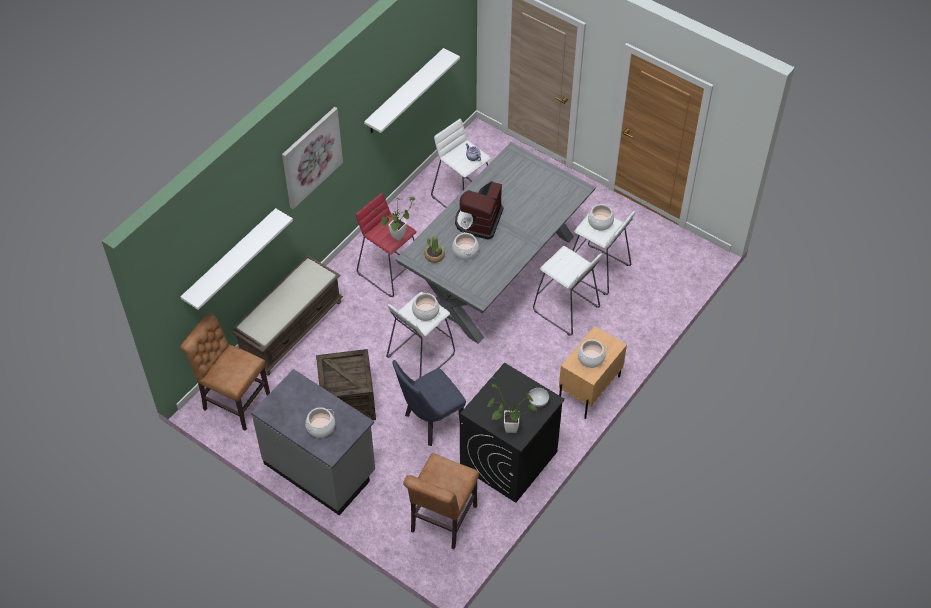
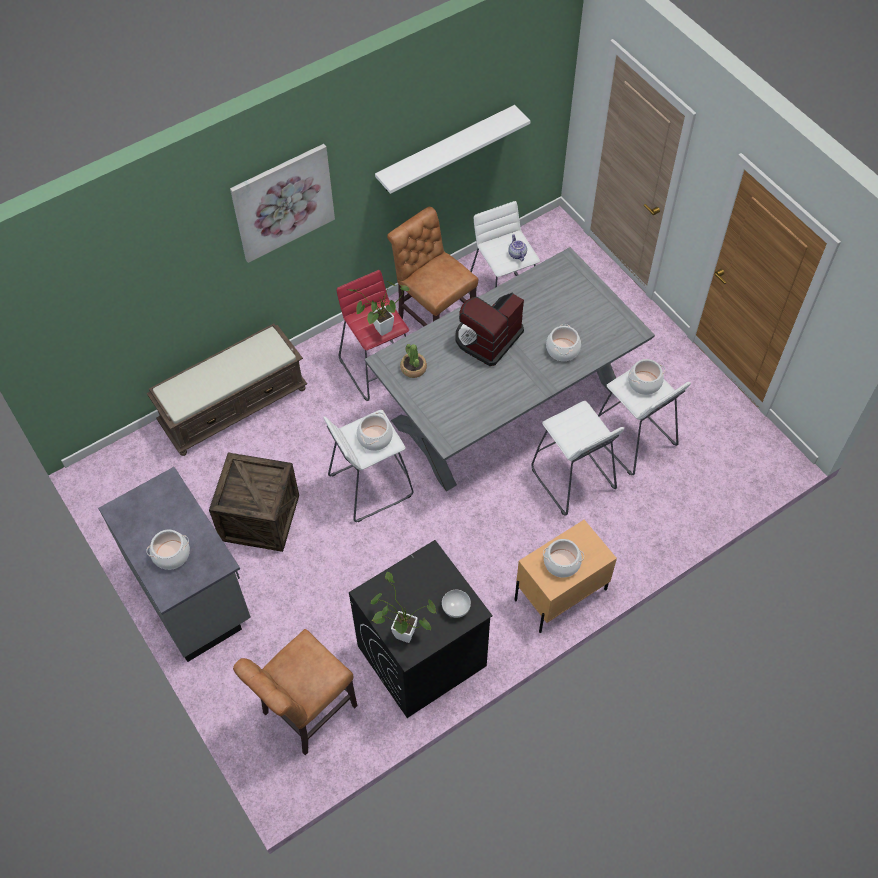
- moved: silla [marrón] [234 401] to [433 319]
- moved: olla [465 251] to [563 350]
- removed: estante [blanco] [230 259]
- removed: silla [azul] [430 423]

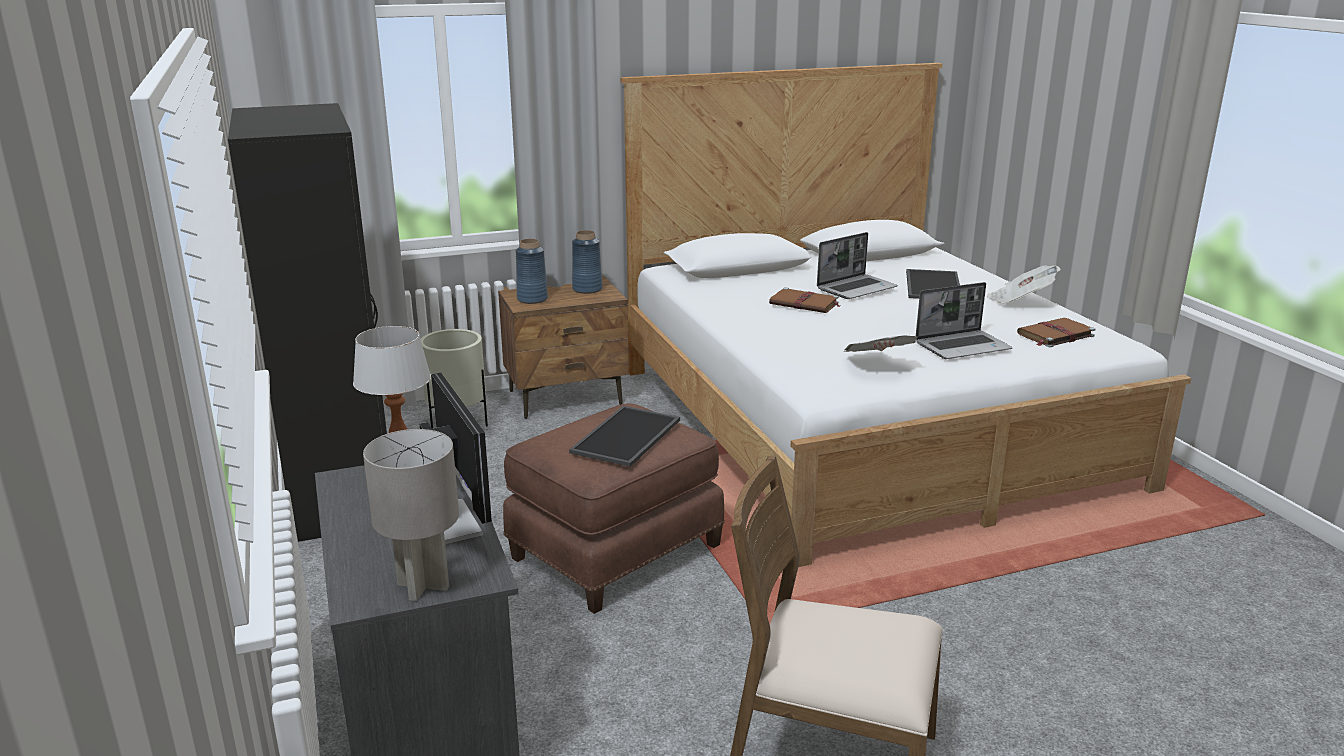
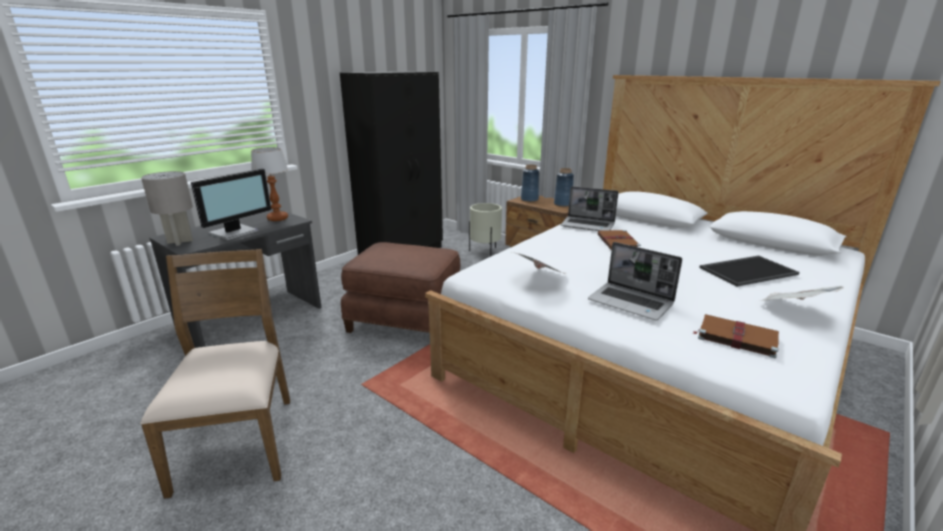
- moved: portátil [856 288] to [588 225]
- removed: bandeja [627 437]

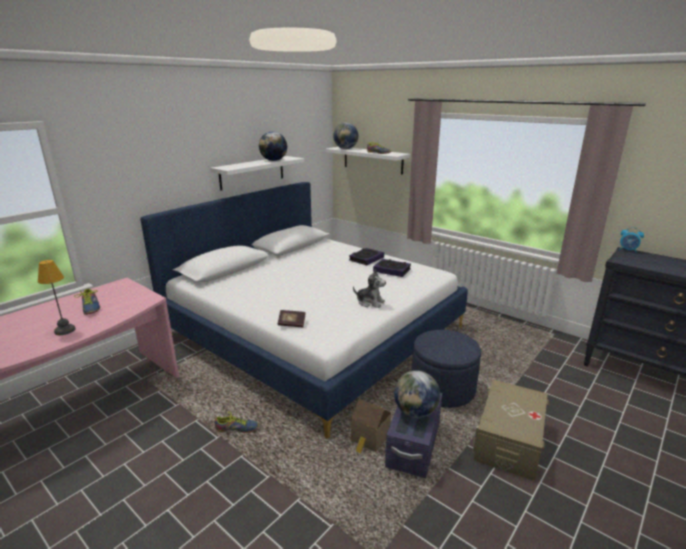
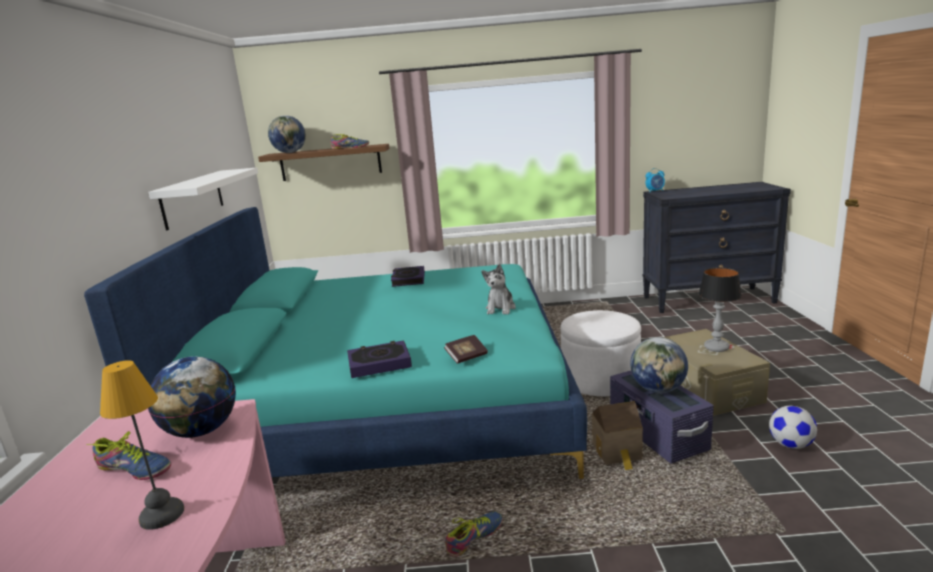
- recoloured: cama [blanco] [314 331] to cama [turquesa] [389 398]
- moved: globo terráqueo [273 160] to [201 431]
- recoloured: estante [blanco] [372 160] to estante [marrón] [330 162]
- moved: libro [392 270] to [379 363]
- turned: peluche [370 302] = [500 308] 120 degrees clockwise
- recoloured: puf [azul] [442 389] to puf [blanco] [600 380]
- added: lámpara de mesa [716 348]
- added: balón de fútbol [791 445]

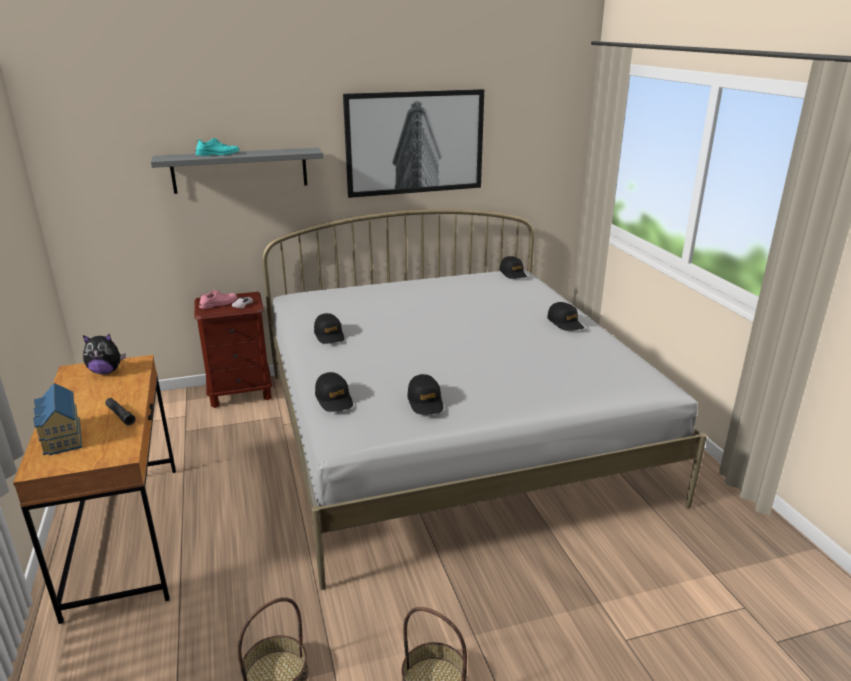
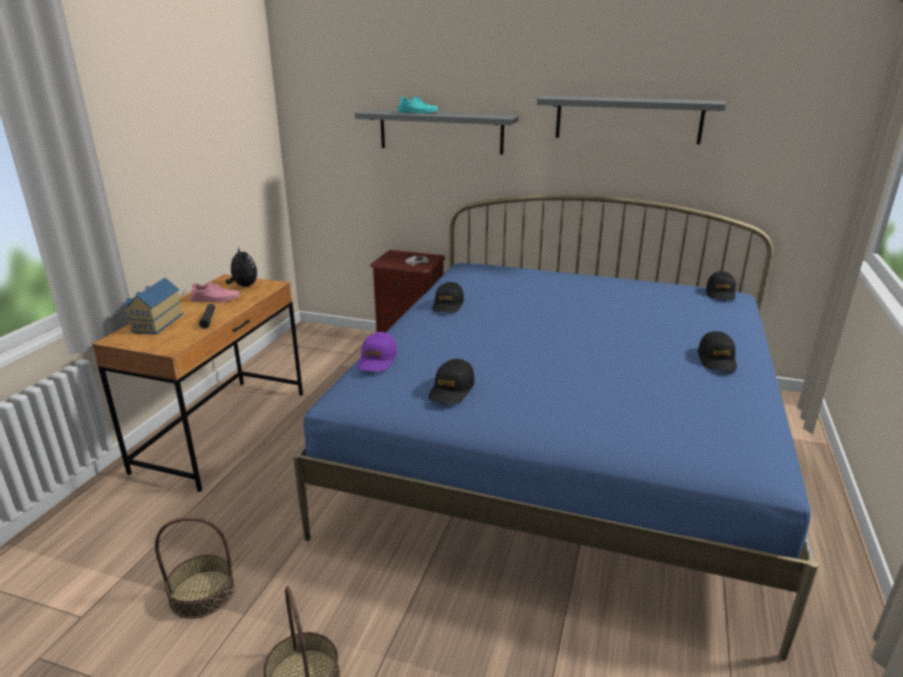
- moved: zapato [rosa] [219 303] to [215 299]
- turned: peluche [106 371] = [244 286] 150 degrees counterclockwise
- recoloured: cama [blanco] [451 432] to cama [azul] [562 449]
- recoloured: gorra [negro] [334 399] to gorra [morado] [377 360]
- replaced: cuadro [415 142] to estante [gris] [628 119]

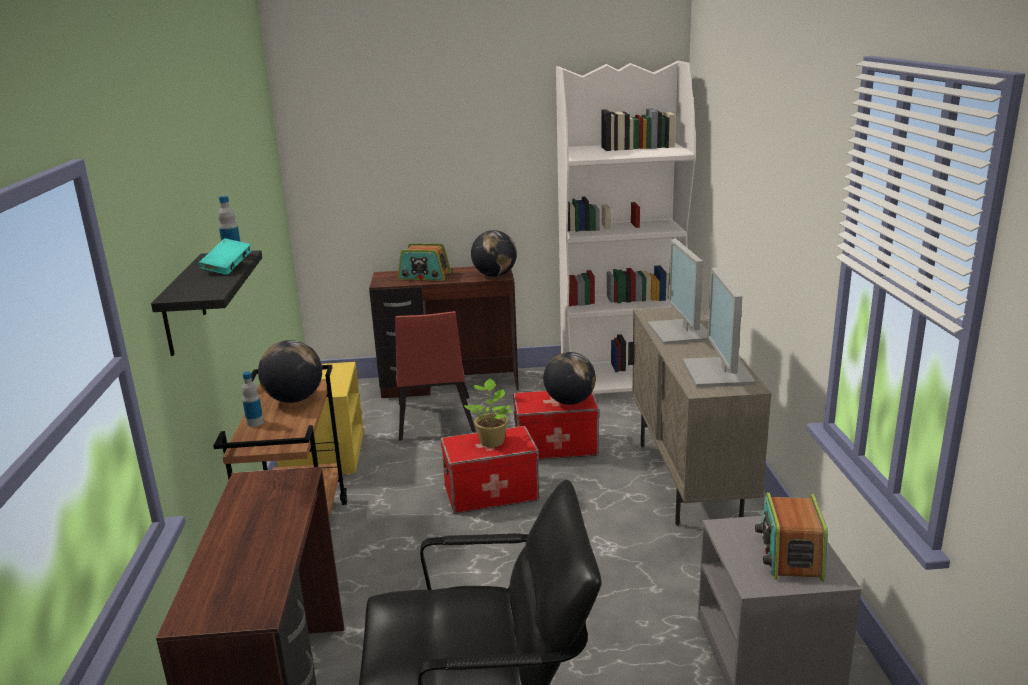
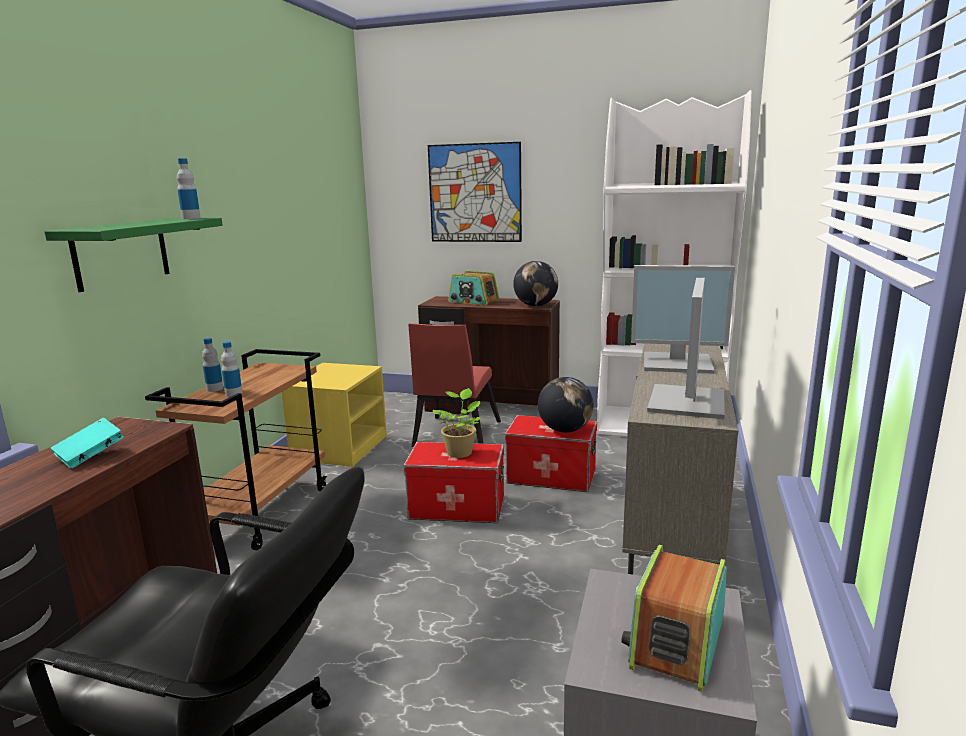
- recoloured: estante [negro] [183 305] to estante [verde] [121 253]
- moved: libro [turquesa] [227 268] to [90 456]
- added: botella [233 394]
- added: cuadro [475 193]
- turned: monitor [681 332] = [678 363] 90 degrees counterclockwise
- removed: globo terráqueo [294 399]

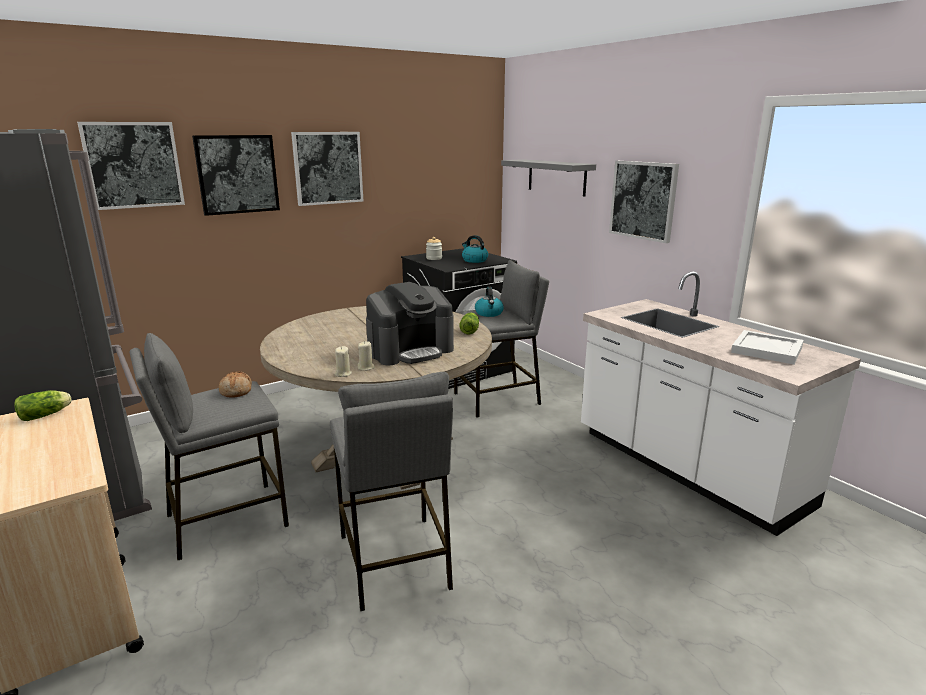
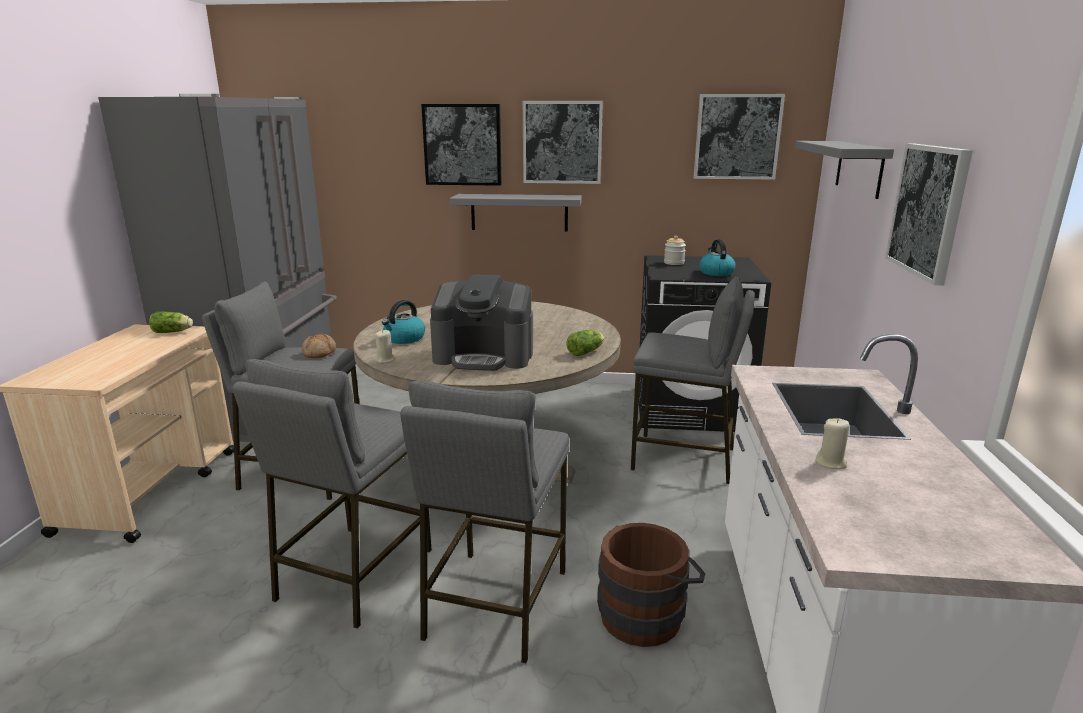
- moved: hervidor [489 313] to [404 339]
- added: taburete [gris] [495 603]
- added: estante [gris] [519 212]
- added: cubo [marrón] [647 613]
- moved: cuadro [133 165] to [737 137]
- moved: vela [beis] [366 368] to [831 463]
- removed: bandeja [blanco] [765 350]

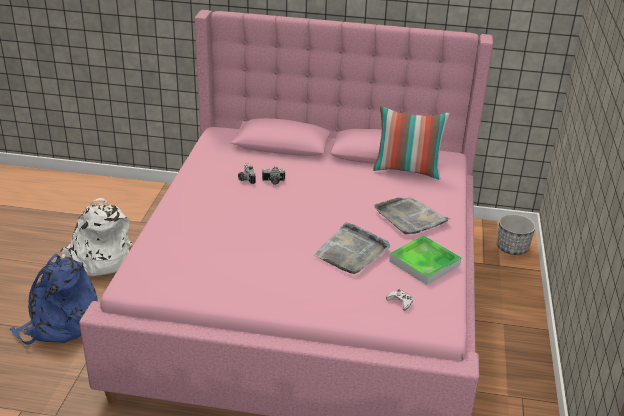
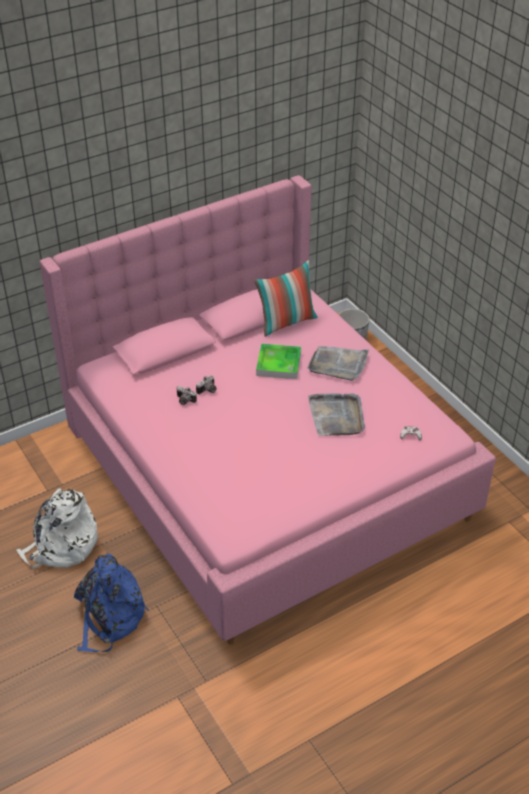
- moved: bandeja [424 263] to [278 364]

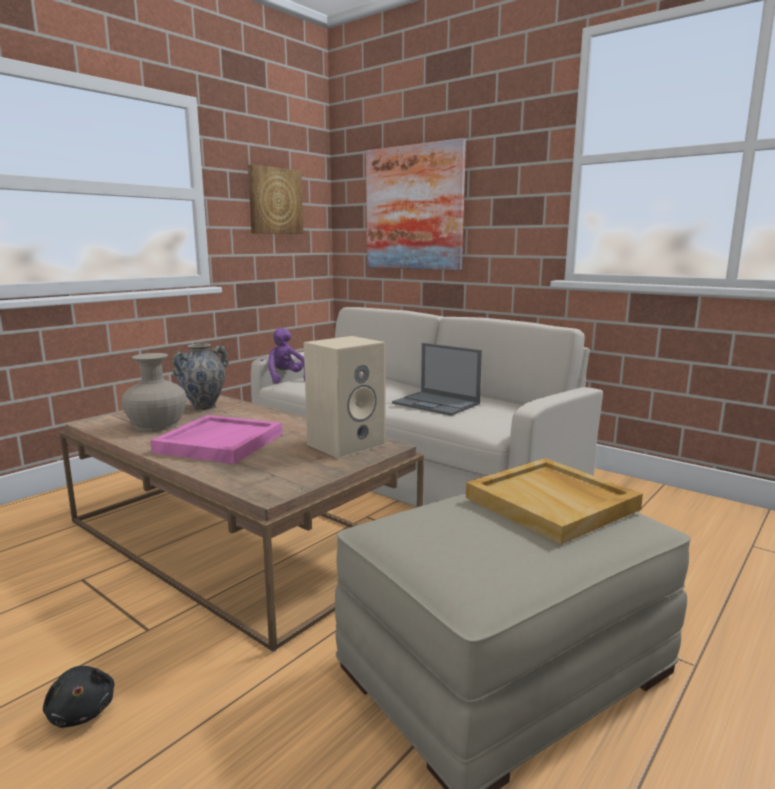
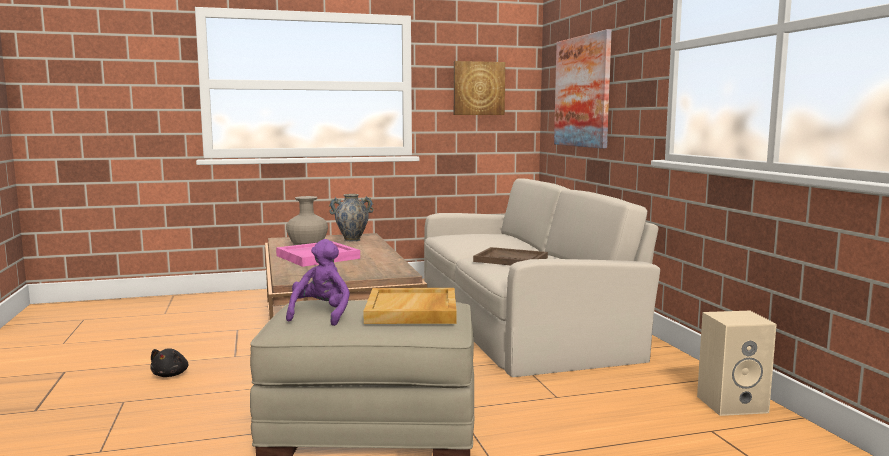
- moved: peluche [morado] [284 379] to [321 315]
- replaced: portátil [437 404] to bandeja [marrón] [511 259]
- moved: altavoz [beis] [346 444] to [732 404]

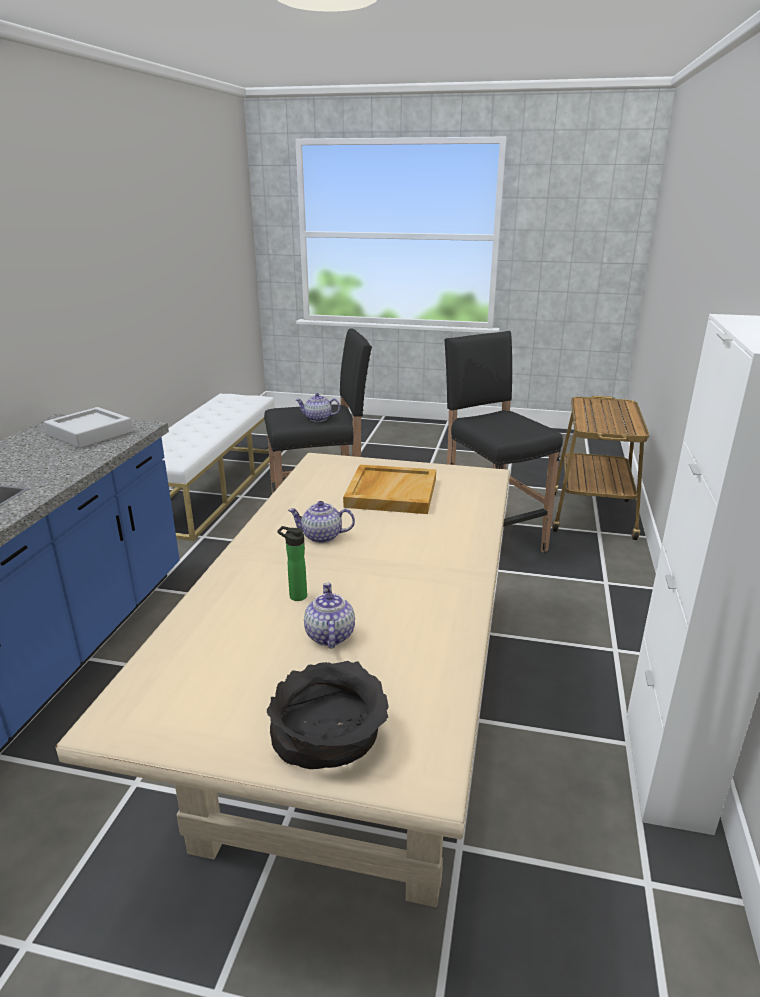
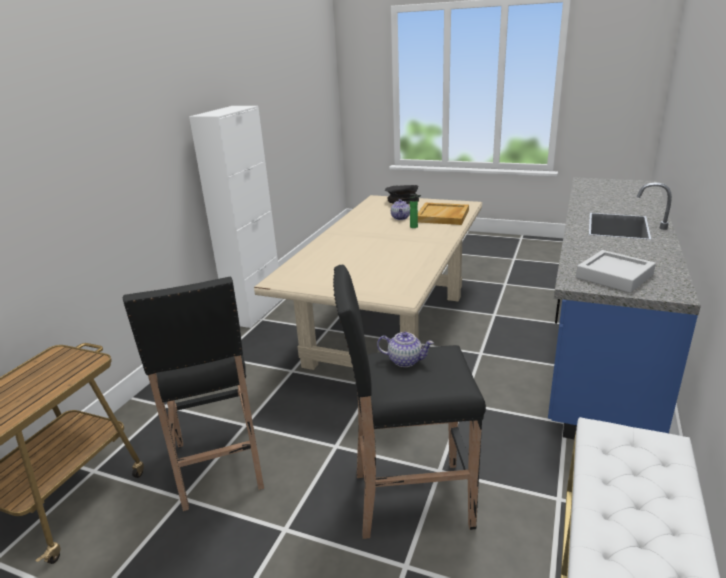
- moved: bandeja [beis] [391 492] to [443 216]
- removed: tetera [321 537]

